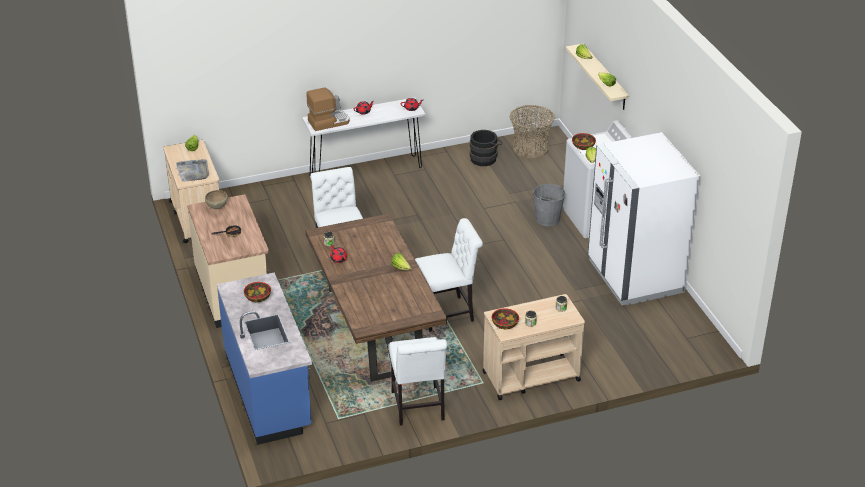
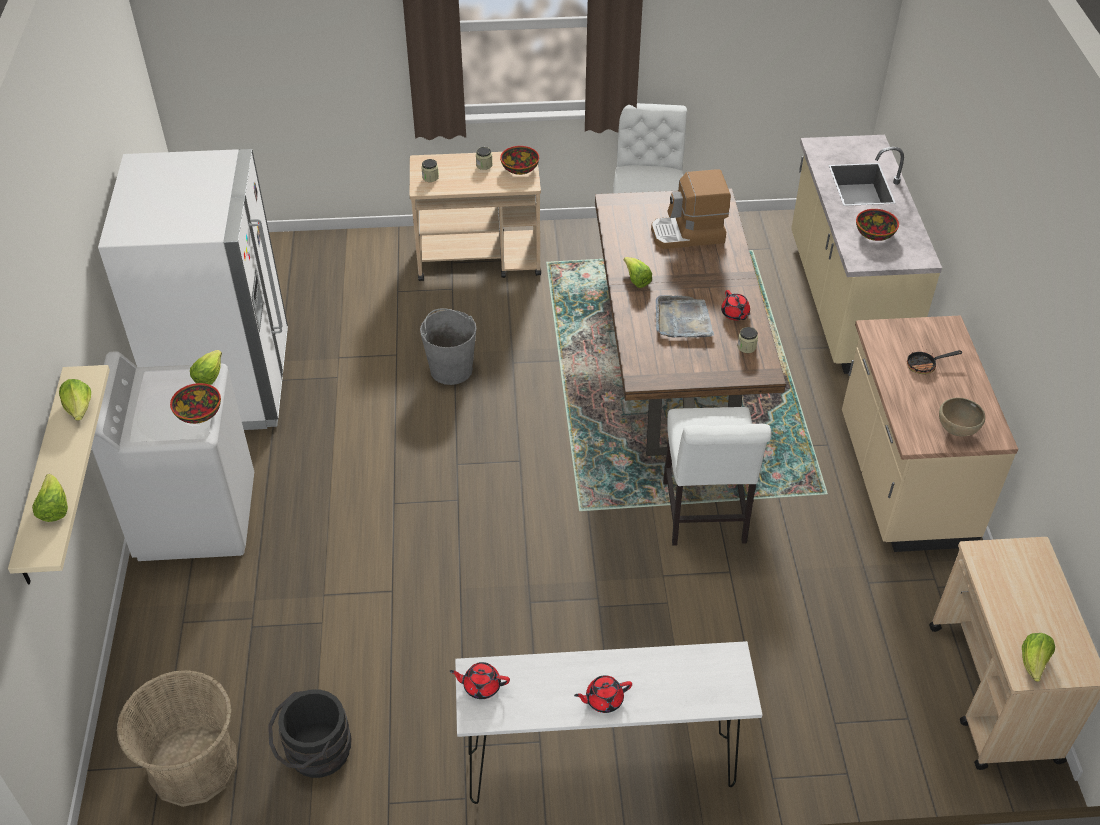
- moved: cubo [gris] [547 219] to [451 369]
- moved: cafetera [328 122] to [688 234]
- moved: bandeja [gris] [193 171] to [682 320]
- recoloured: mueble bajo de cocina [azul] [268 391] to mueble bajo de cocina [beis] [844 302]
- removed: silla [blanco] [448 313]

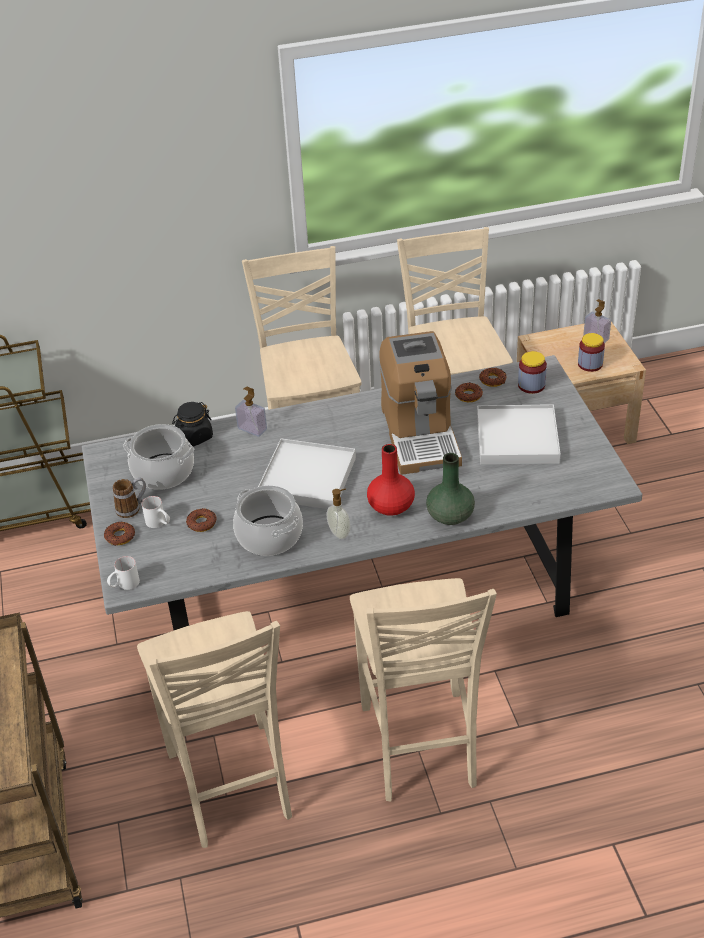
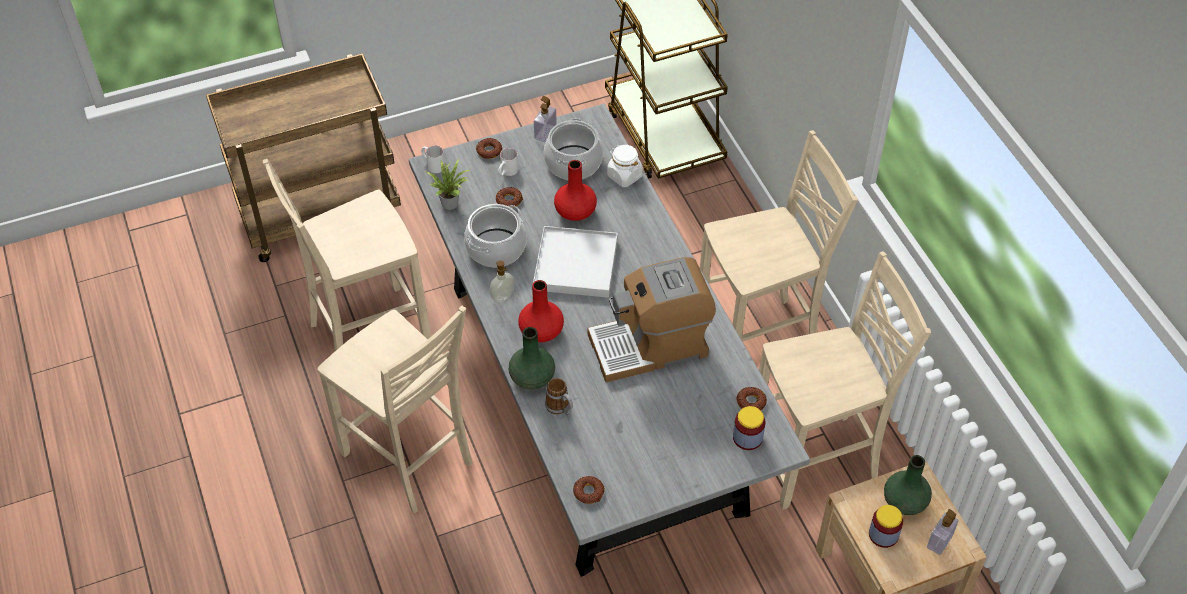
- turned: silla [beis] [419 748] = [409 460] 120 degrees counterclockwise
- added: planta en maceta [451 202]
- moved: dispensador de jabón [252 429] to [545 133]
- moved: taza grande [132 508] to [560 408]
- added: florero [rojo] [575 212]
- moved: rosquilla [468 395] to [589 492]
- recoloured: tarro [negro] [194 437] to tarro [blanco] [624 176]
- added: florero [verde] [904 501]
- removed: bandeja [blanco] [517 438]

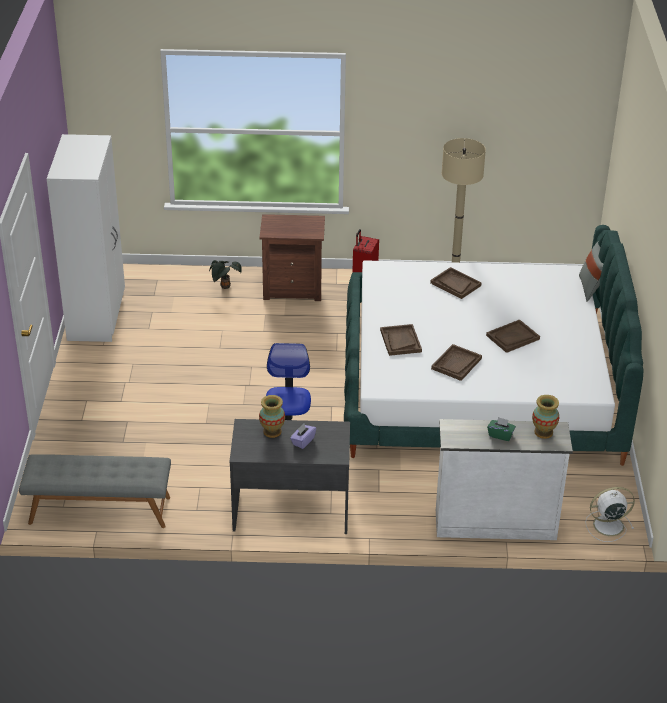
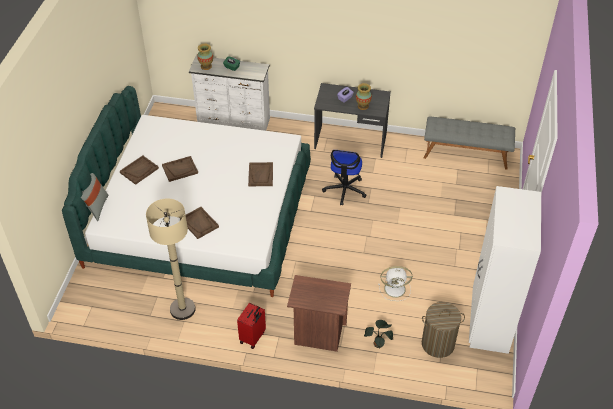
- moved: bandeja [marrón] [456 364] to [139 170]
- moved: ventilador [blanco] [607 525] to [395 289]
- added: cesto de la ropa [437 344]

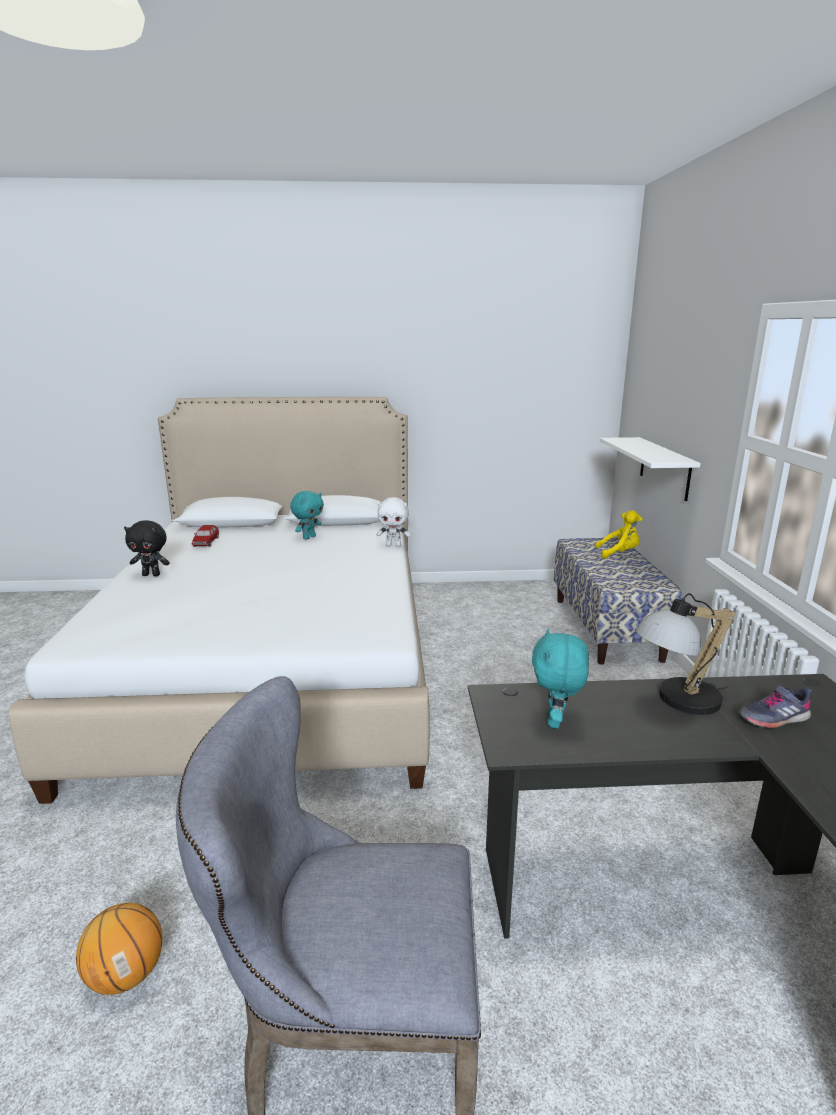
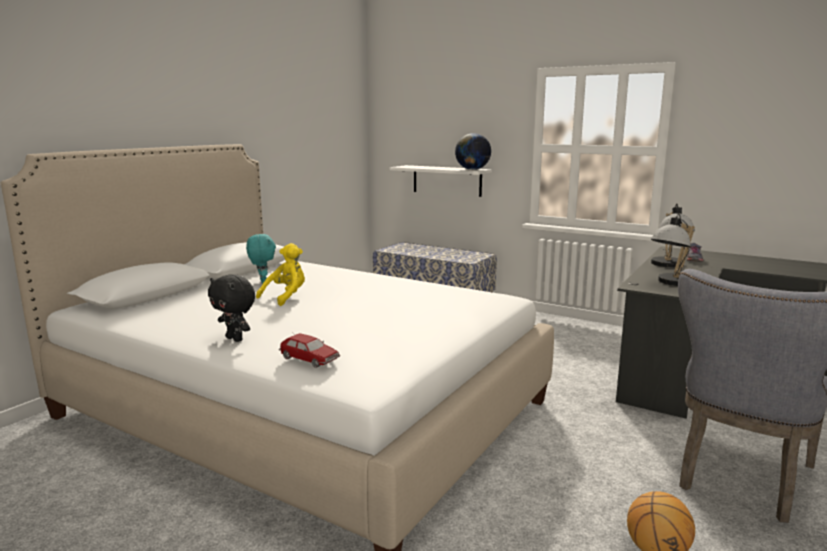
- turned: peluche [negro] [152 575] = [235 339] 90 degrees clockwise
- moved: peluche [amarillo] [619 553] to [286 297]
- moved: coche de juguete [206 542] to [309 359]
- added: globo terráqueo [472 169]
- replaced: peluche [turquesa] [556 721] to lámpara de mesa [672 283]
- removed: peluche [blanco] [394 545]

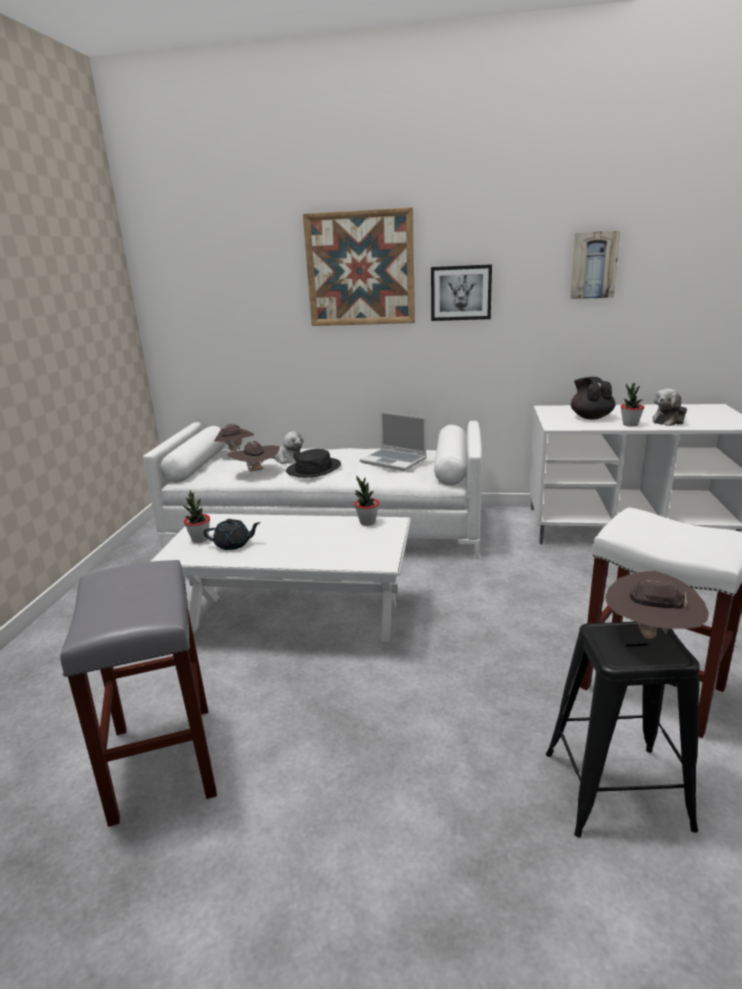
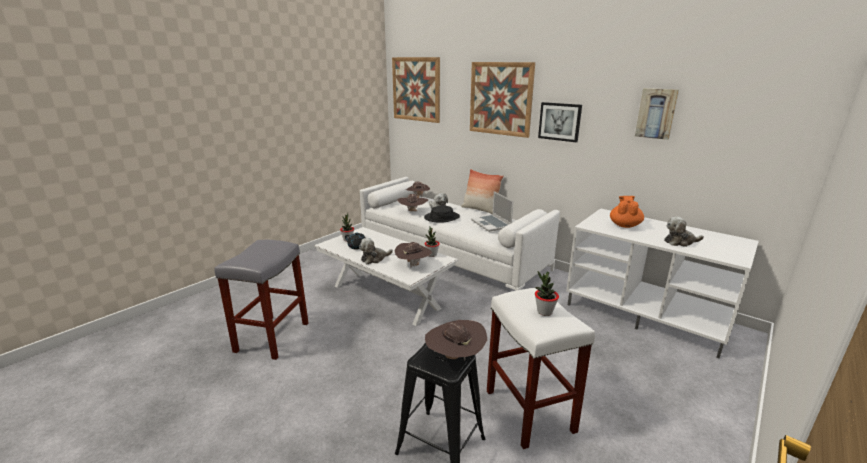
- added: peluche [374 259]
- added: cuadro [416 89]
- added: sombrero [marrón] [413 265]
- added: cojín [480 210]
- moved: planta en maceta [630 424] to [544 312]
- recoloured: tetera [negro] [590 417] to tetera [naranja] [624 225]

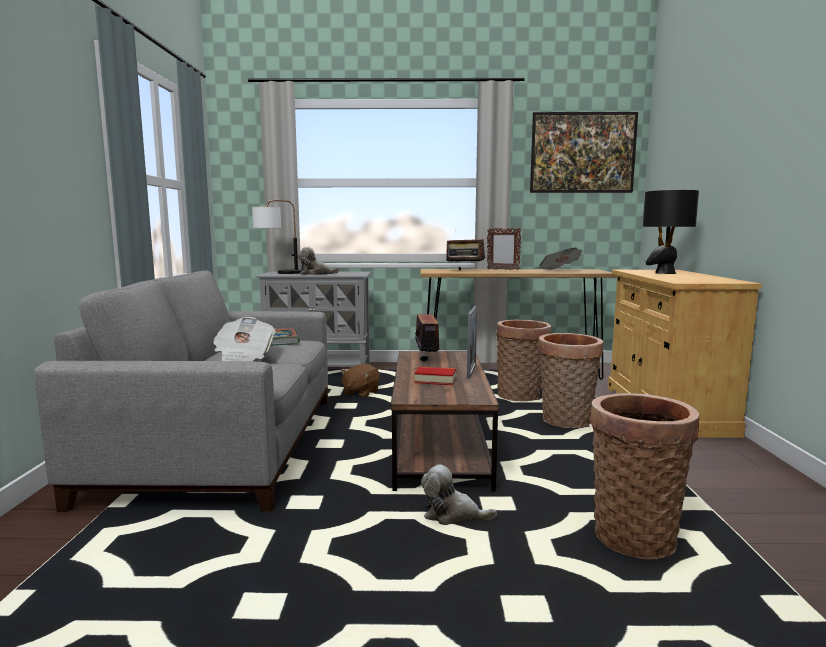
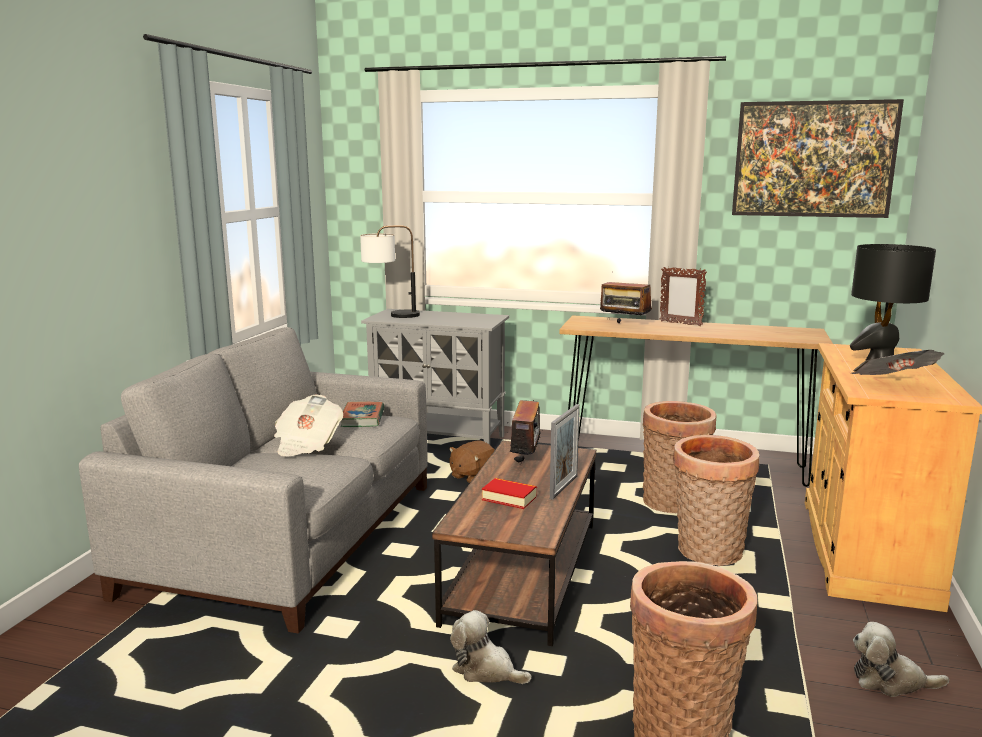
- moved: periódico [559 271] to [892 385]
- moved: peluche [315 274] to [890 681]

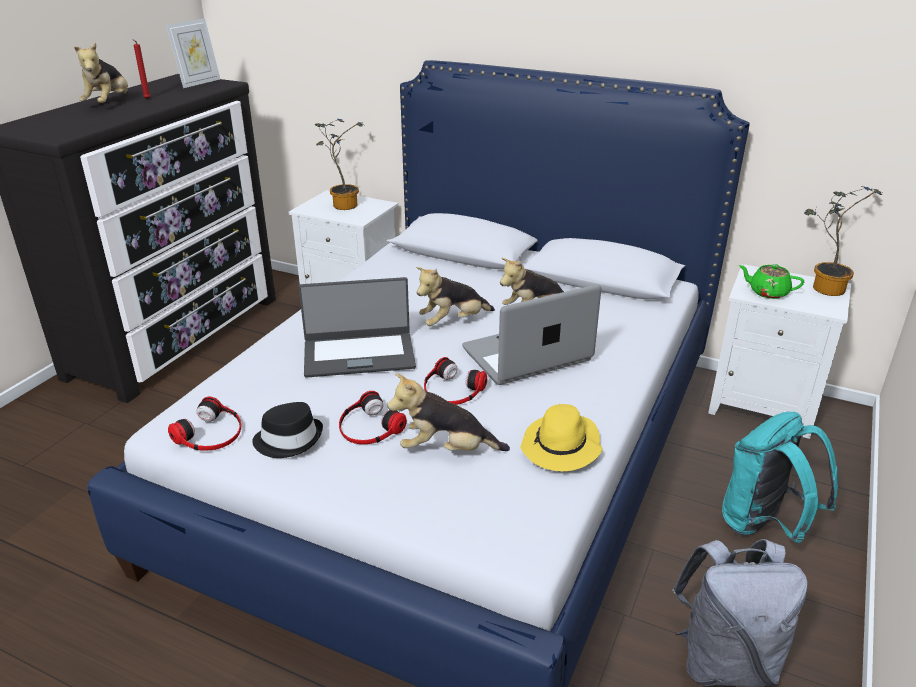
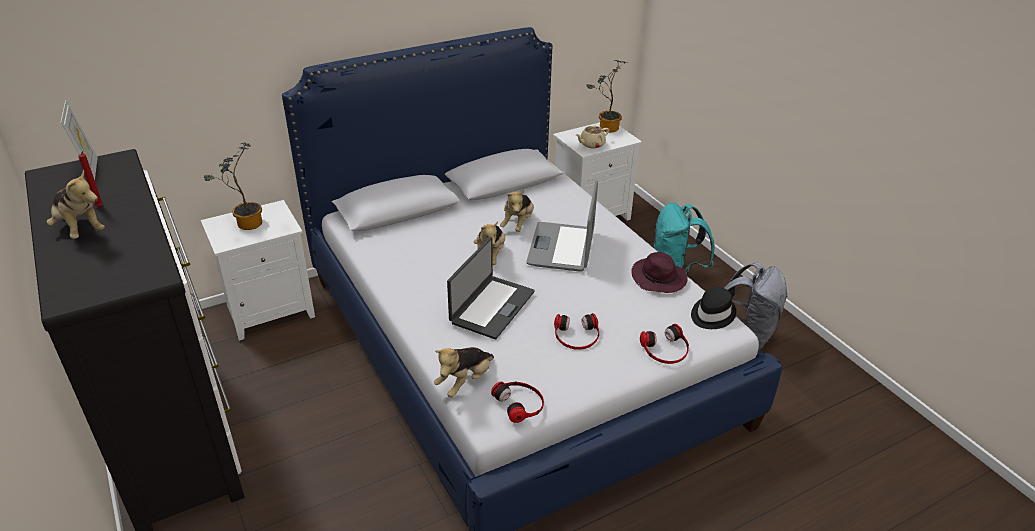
- moved: peluche [446 450] to [465 382]
- recoloured: tetera [verde] [767 292] to tetera [beis] [591 144]
- recoloured: sombrero [amarillo] [561 447] to sombrero [morado] [659 279]
- moved: auriculares [452 390] to [665 349]
- moved: sombrero [negro] [289 439] to [711 314]

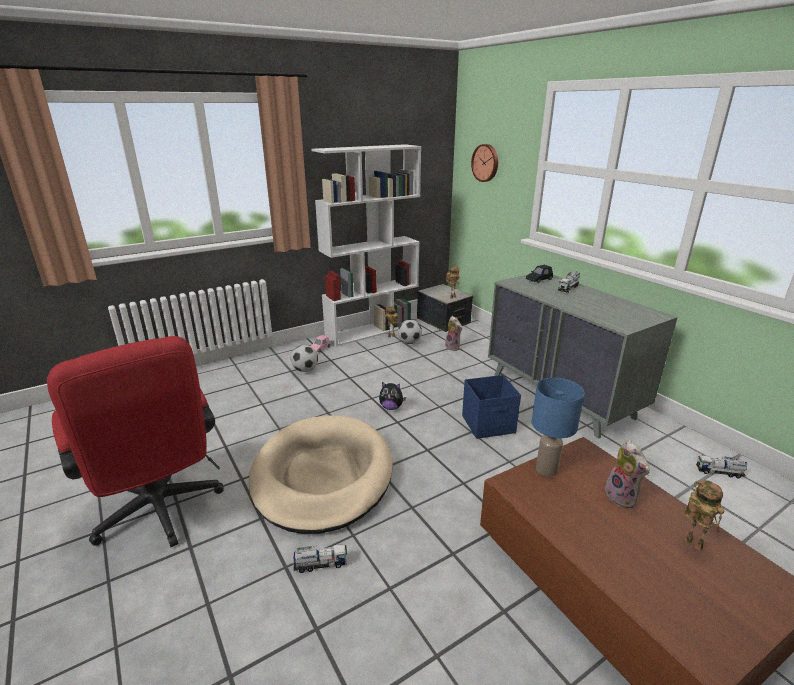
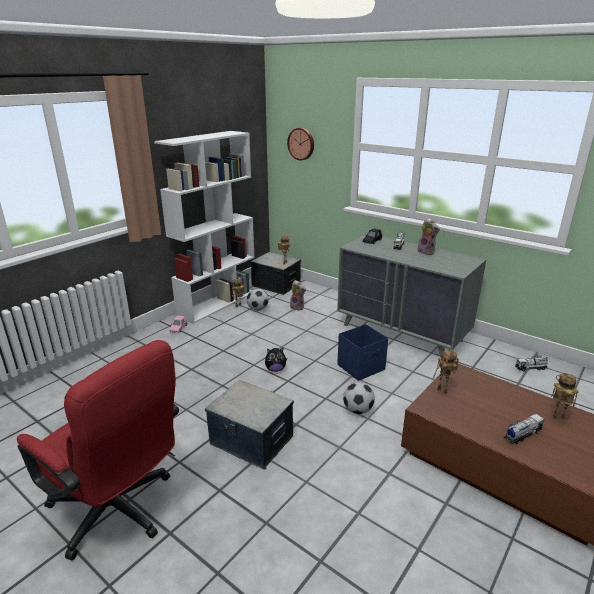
- replaced: cama para perro [beis] [322 475] to caja de almacenaje [251 440]
- moved: balón de fútbol [305 370] to [358 410]
- moved: peluche [622 497] to [427 252]
- replaced: lámpara de mesa [azul] [547 469] to robot de juguete [443 391]
- moved: camión de juguete [320 564] to [522 435]

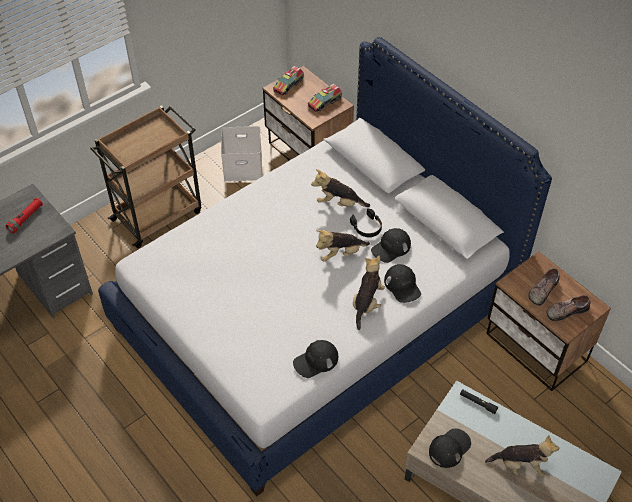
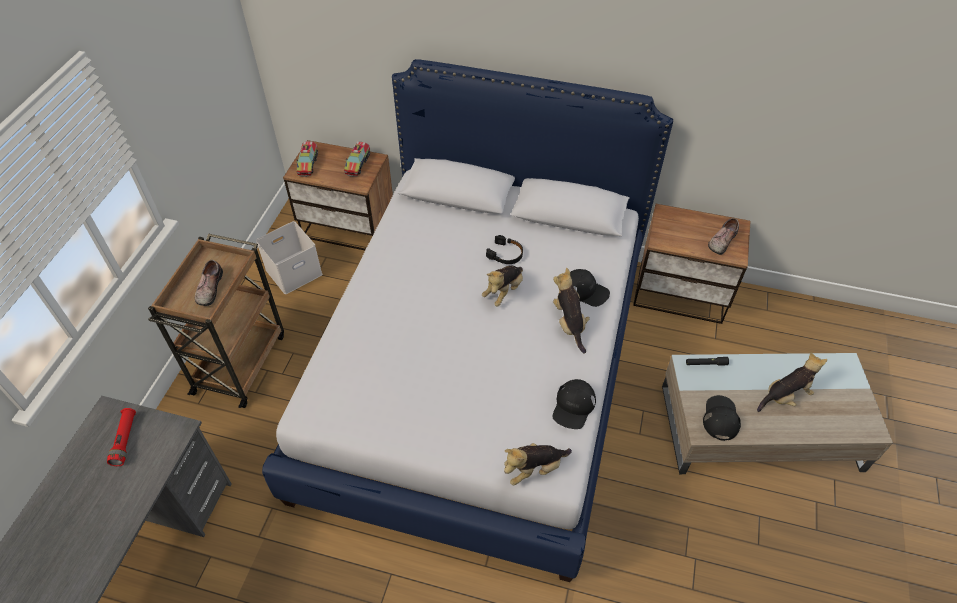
- moved: zapato [542 290] to [208 288]
- moved: peluche [339 203] to [534 469]
- removed: gorra [negro] [391 248]

